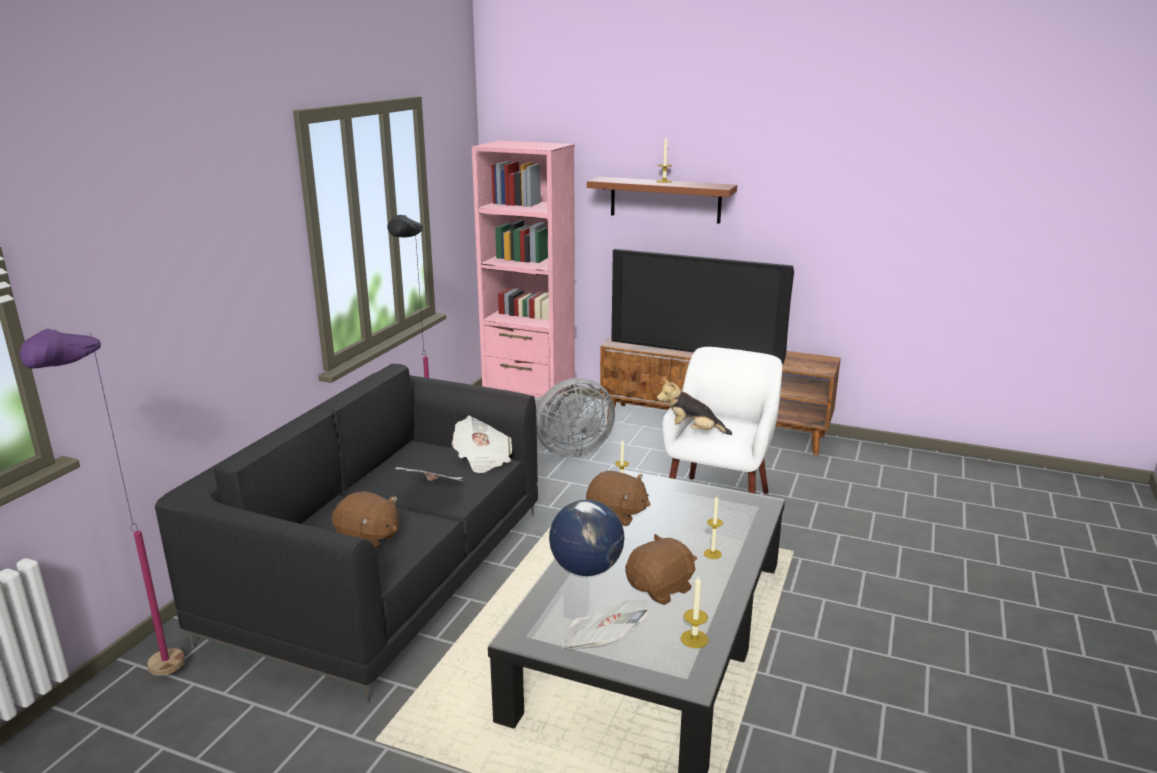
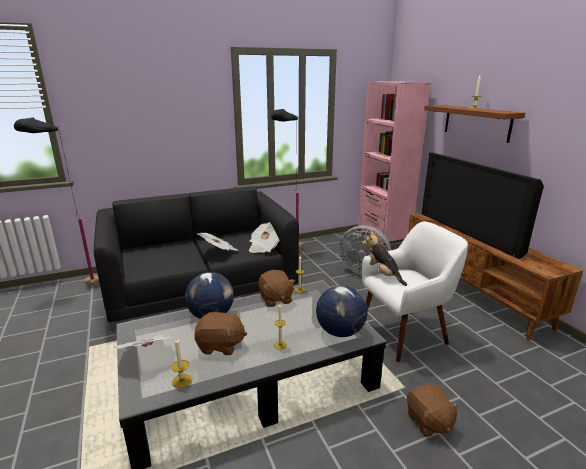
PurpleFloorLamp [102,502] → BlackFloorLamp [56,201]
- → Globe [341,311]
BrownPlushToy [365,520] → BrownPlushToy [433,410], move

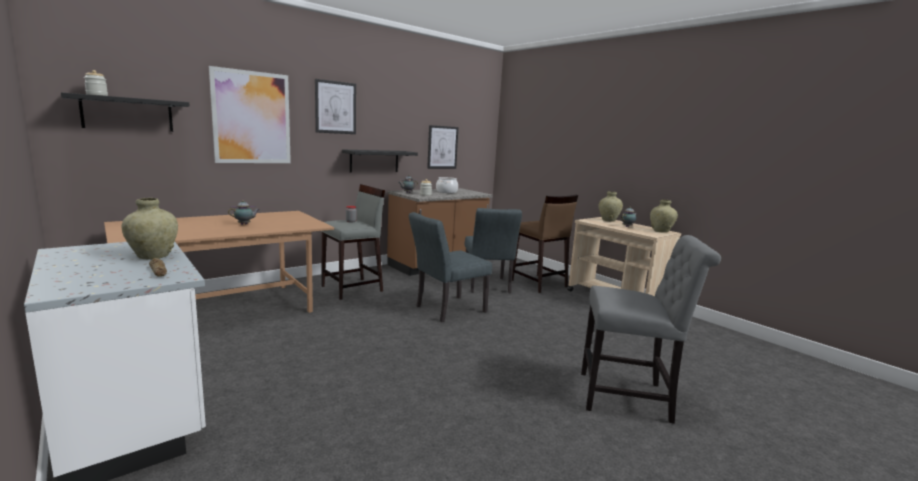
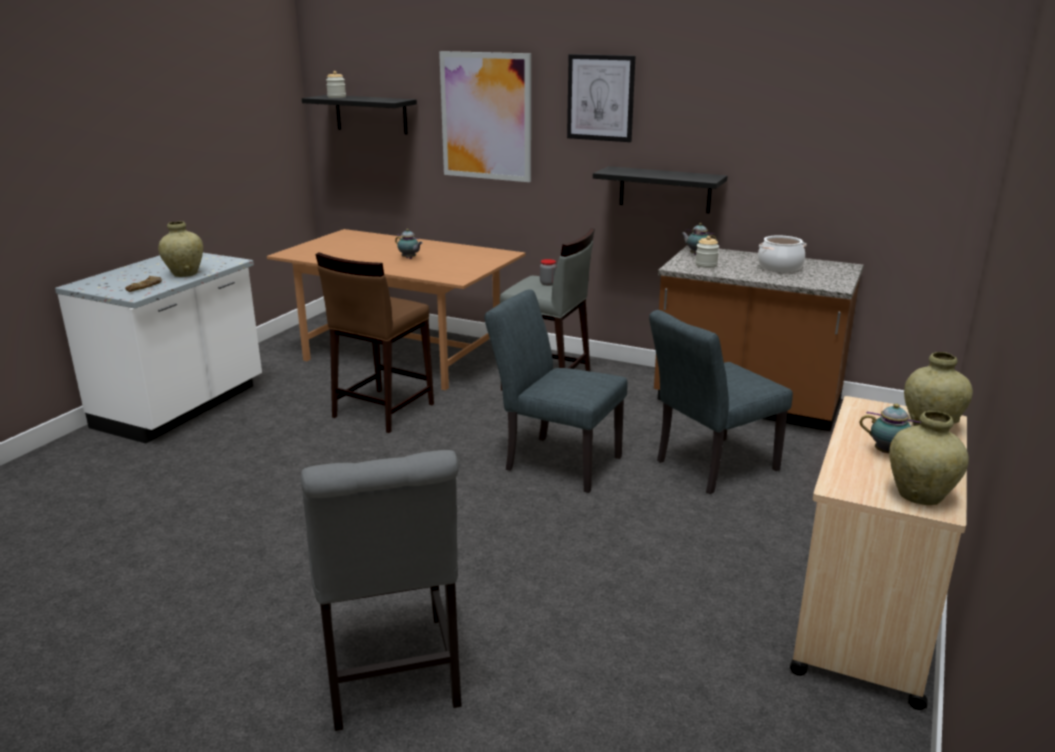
BrownStool [545,244] → BrownStool [374,342], move
Picture [442,147] → -

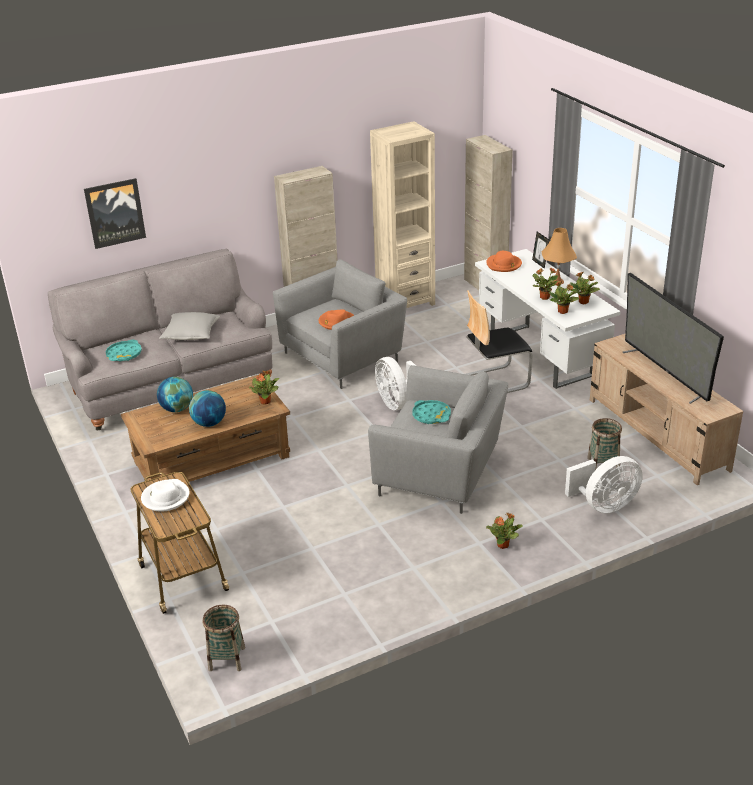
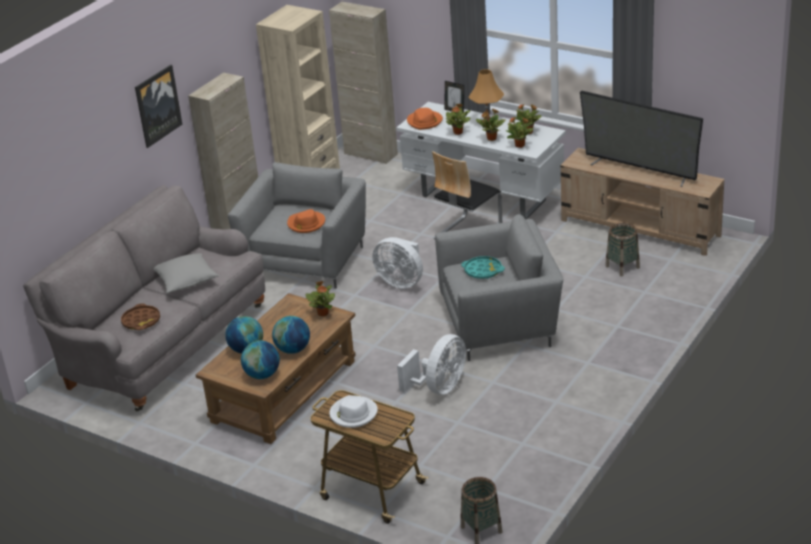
TurquoiseTray [123,351] → BrownTray [140,316]
Picture [115,213] → Picture [158,106], move
- → Globe [260,359]
WhiteFan [604,484] → WhiteFan [431,364], move
PottedPlant [504,530] → PottedPlant [458,119], move

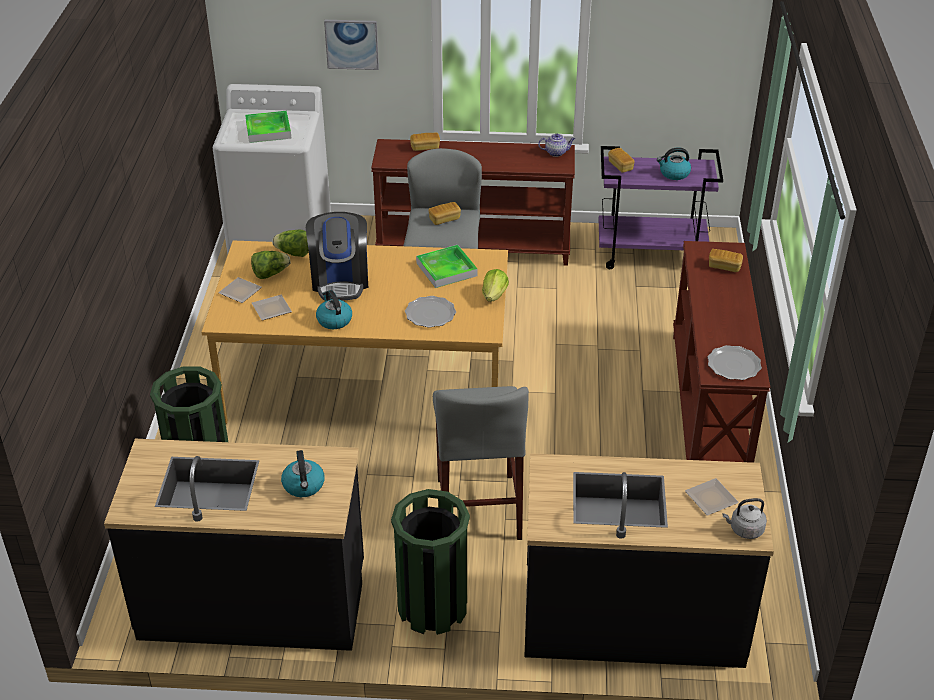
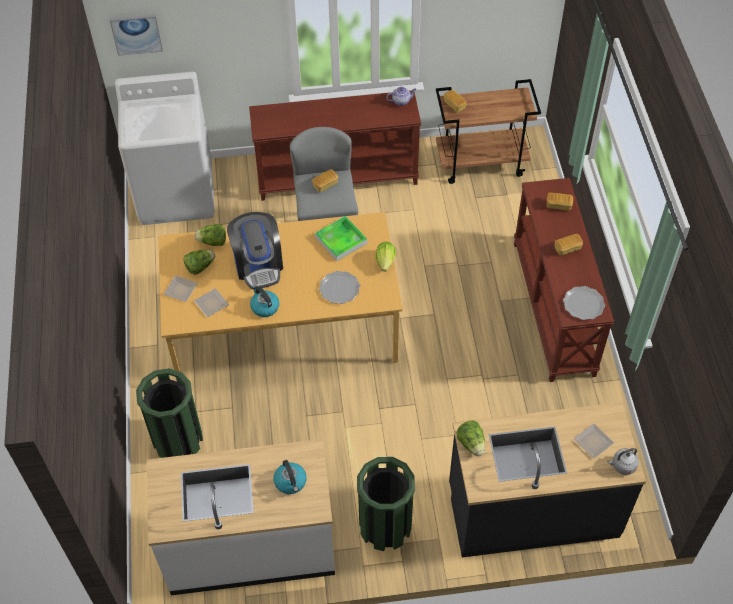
Picture [351,45] → Picture [136,35], move
BlackCounter [234,545] → WhiteCounter [241,517]
PurpleCart [661,207] → BrownCart [488,131]
- → Lettuce [471,438]
Bread [425,141] → Bread [569,244], move
Tray [268,127] → -
GreyStool [481,463] → -
Kettle [674,163] → -

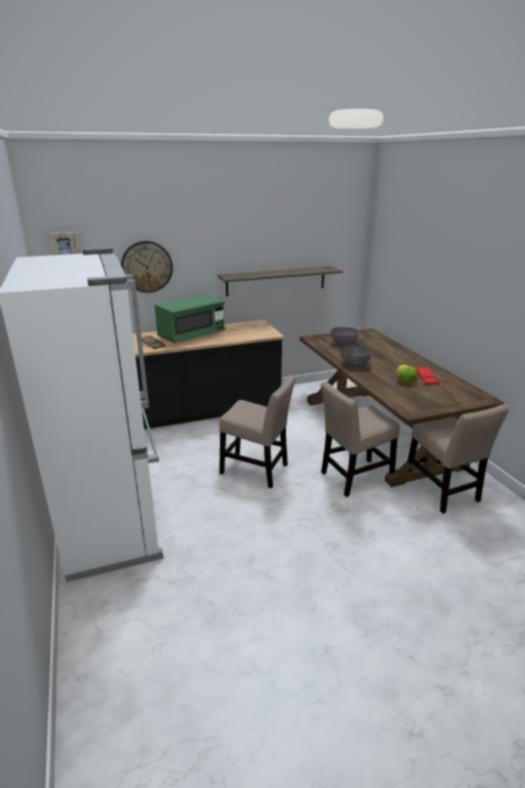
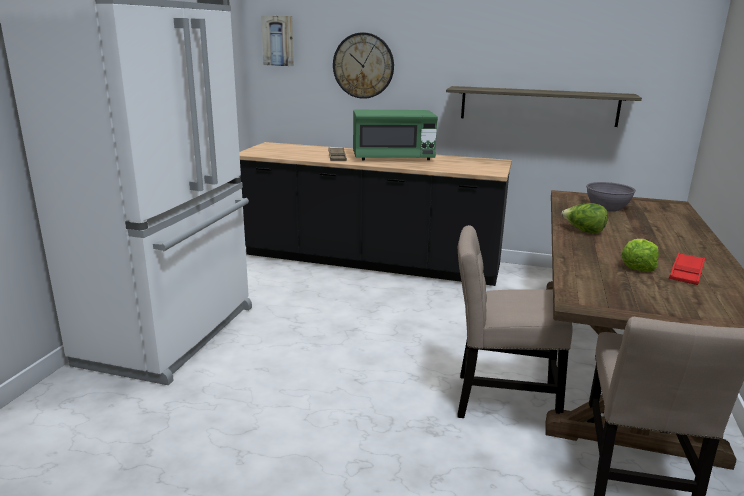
GreyBowl [356,357] → Lettuce [584,218]
BeigeChair [257,431] → -

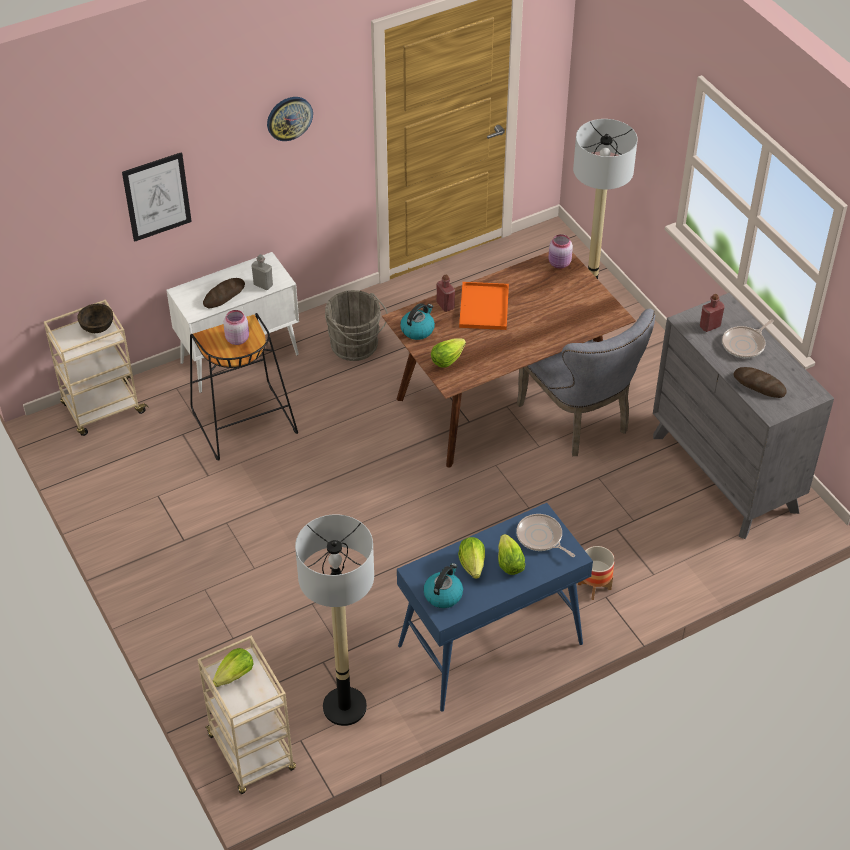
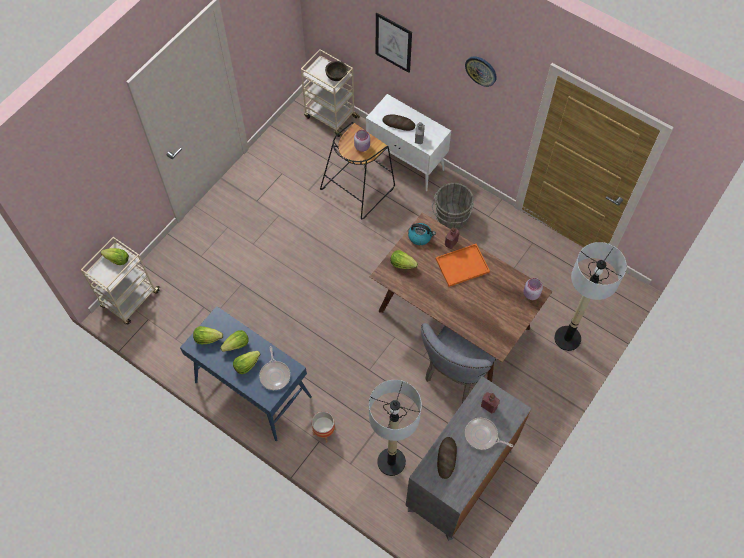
Kettle [443,585] → Lettuce [208,335]
FryingPan [545,535] → FryingPan [274,368], 150 degrees clockwise
FloorLamp [334,620] → FloorLamp [395,428], move

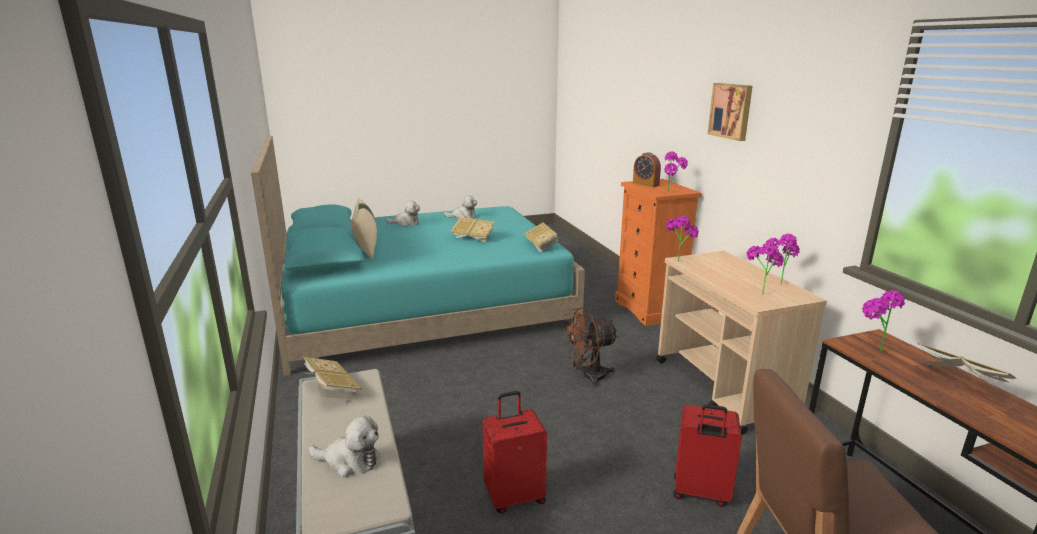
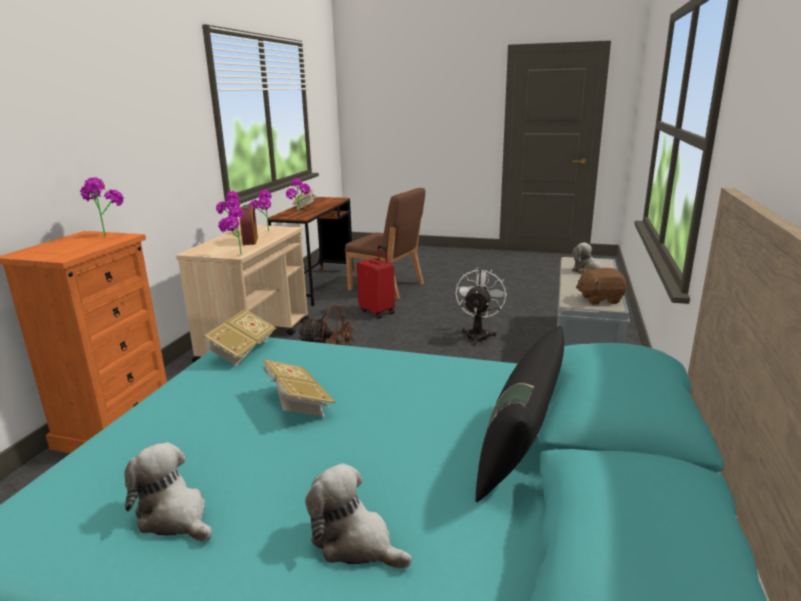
AlarmClock [647,169] → AlarmClock [249,225], move
RedSuitcase [514,452] → WhiteFan [481,307]
BeigePillow [363,228] → BlackPillow [520,414]
Book [332,378] → BrownPlushToy [601,286]
Picture [730,112] → -

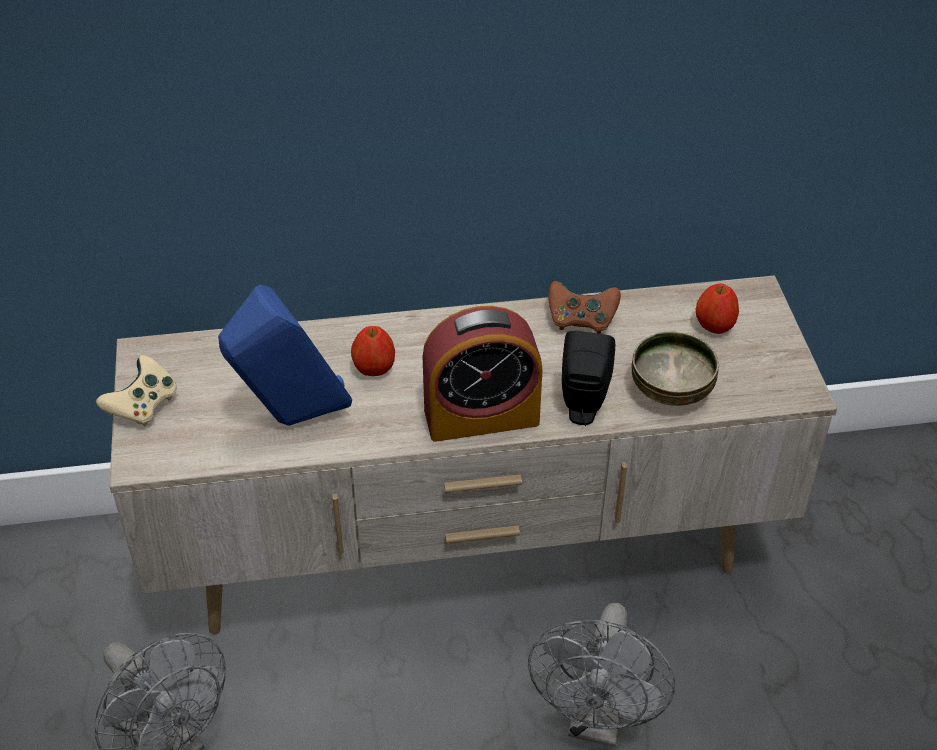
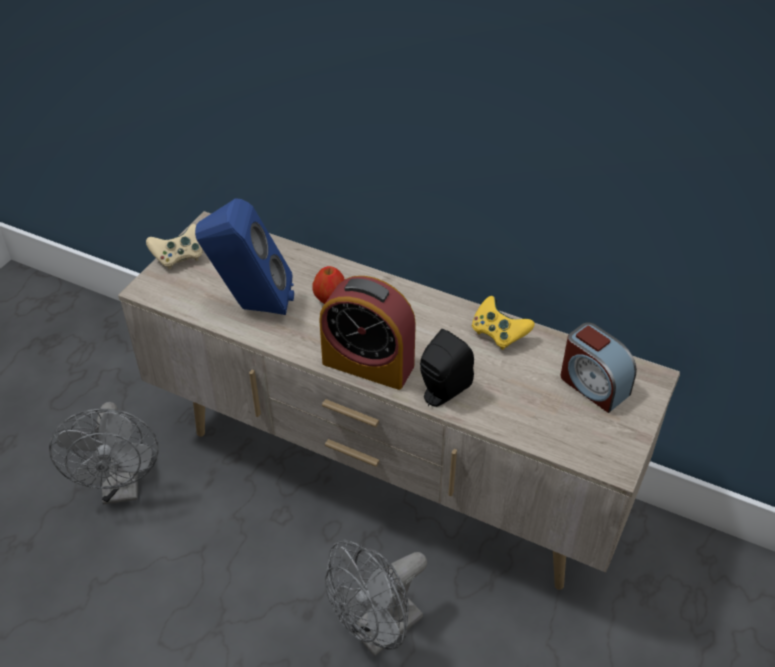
BrownGameController [584,307] → YellowGameController [503,323]
Apple [717,308] → AlarmClock [599,367]
Bowl [675,368] → -

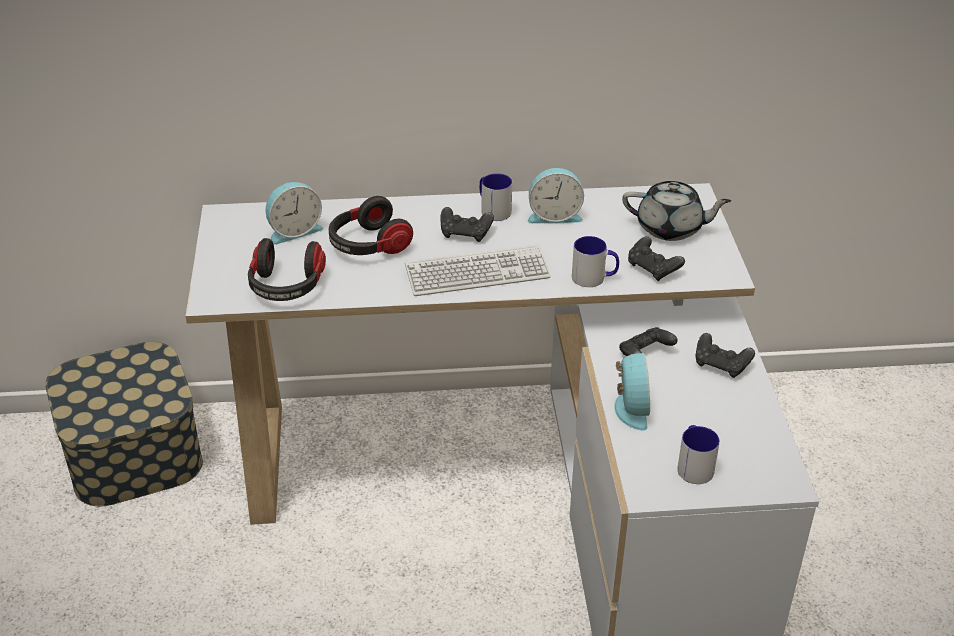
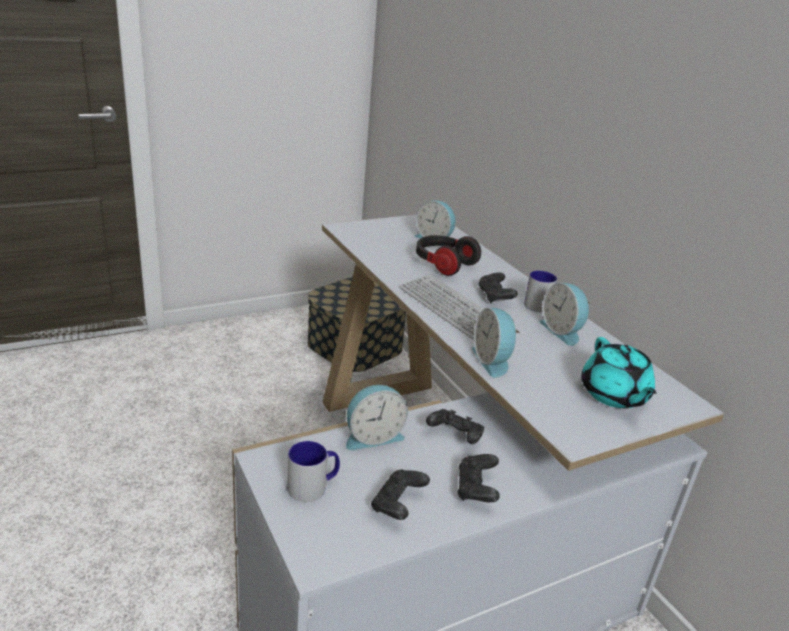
BlackGameController [656,258] → BlackGameController [400,494], move
Mug [595,261] → AlarmClock [496,343]
GreyTeapot [676,211] → TurquoiseTeapot [618,372]
Headphones [287,269] → -

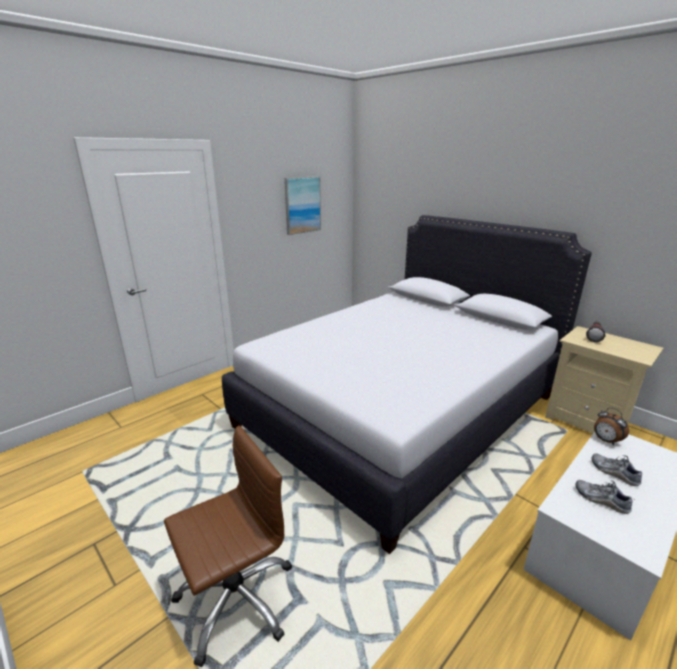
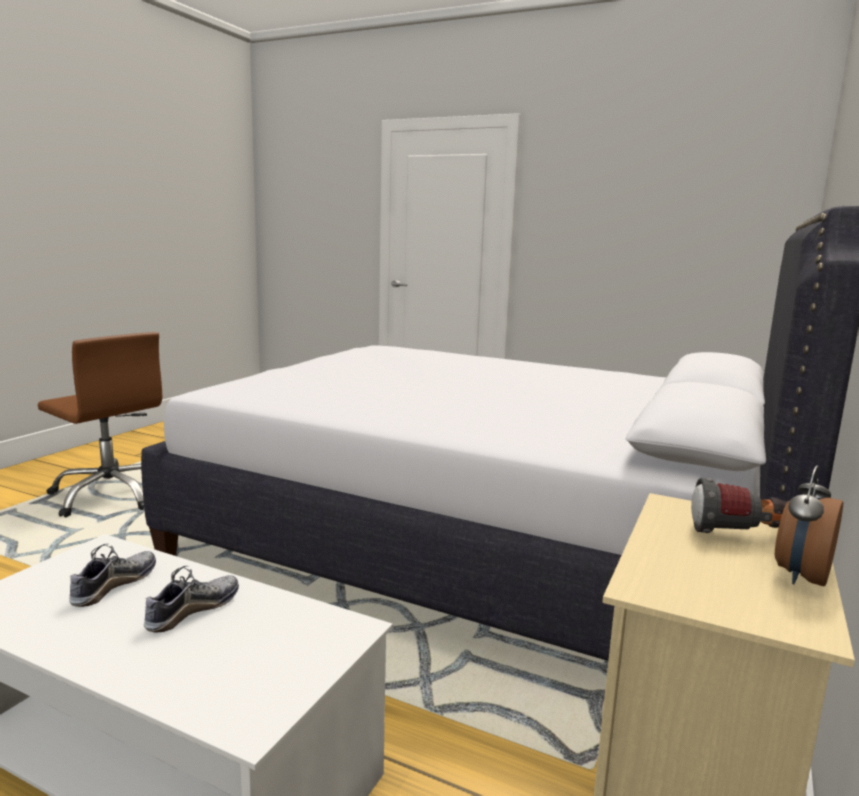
AlarmClock [611,426] → AlarmClock [809,525], move
Picture [302,205] → -

